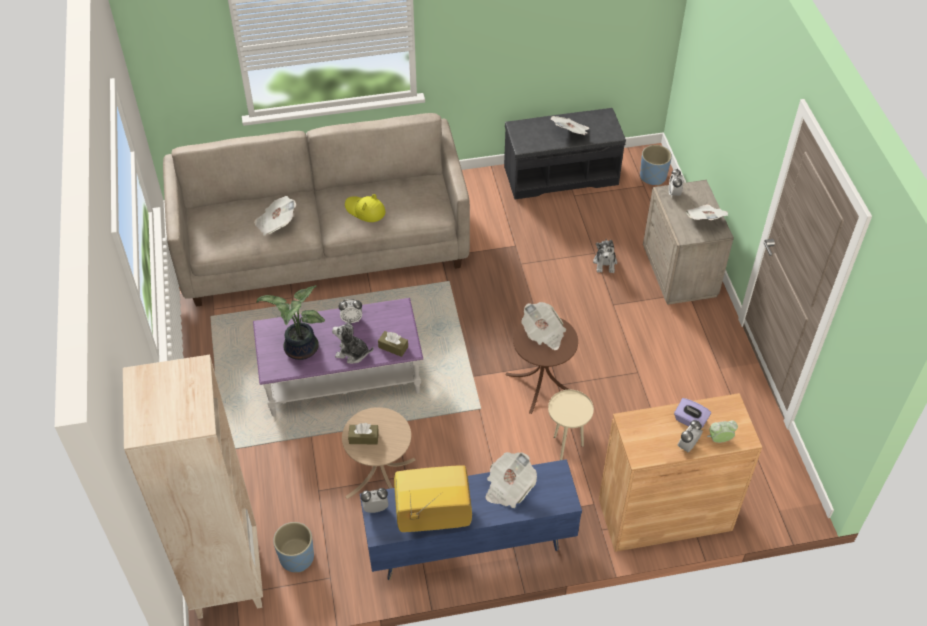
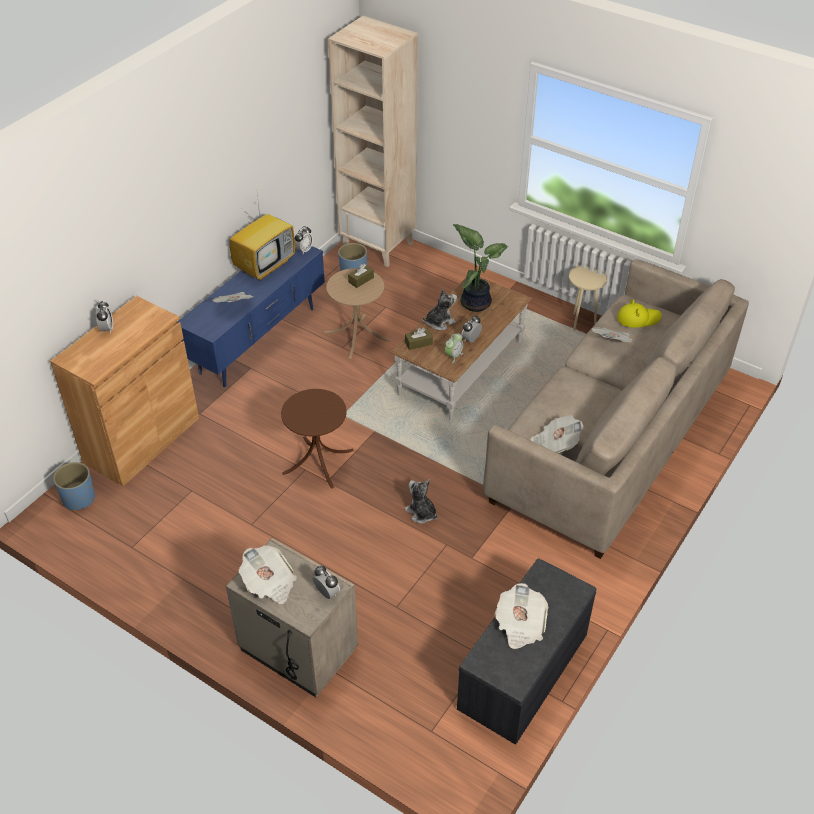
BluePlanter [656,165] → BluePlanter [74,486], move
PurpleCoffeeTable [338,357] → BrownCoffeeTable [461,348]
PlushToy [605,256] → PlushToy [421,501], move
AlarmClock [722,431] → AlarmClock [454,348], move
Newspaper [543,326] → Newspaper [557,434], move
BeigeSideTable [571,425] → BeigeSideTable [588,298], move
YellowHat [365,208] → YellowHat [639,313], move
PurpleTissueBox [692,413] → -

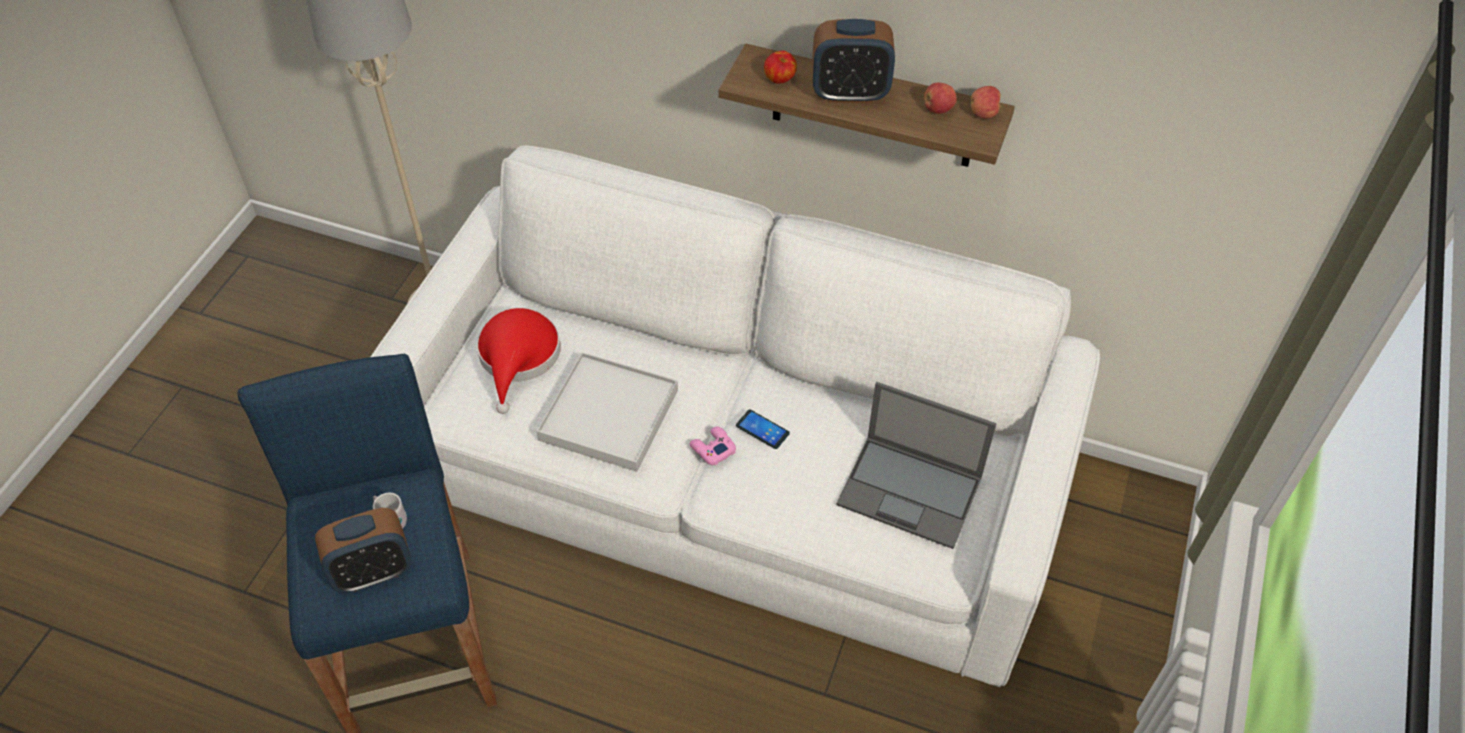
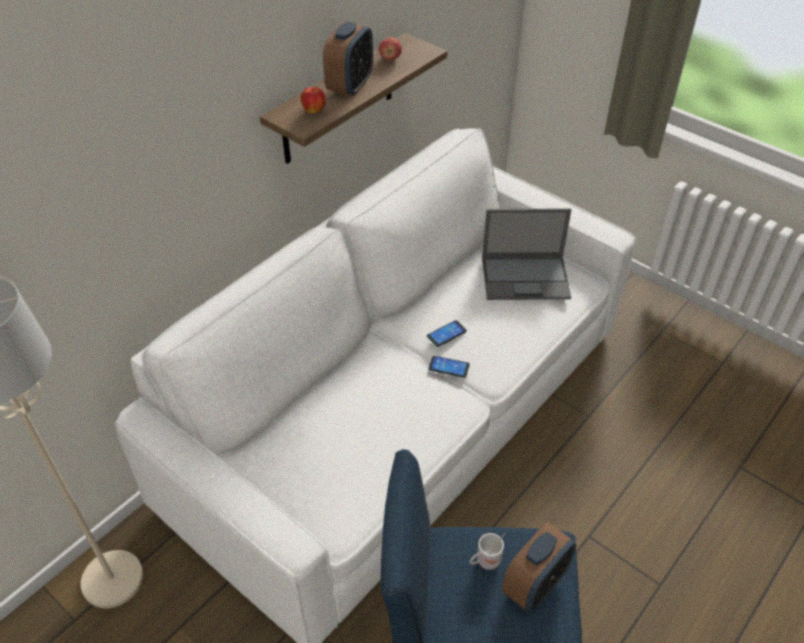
PinkGameController [713,446] → Phone [449,367]
Laptop [916,465] → Laptop [526,254], 45 degrees clockwise
AlarmClock [363,550] → AlarmClock [539,567], 45 degrees clockwise
RedHat [519,361] → -
WhiteTray [607,412] → -
Apple [986,102] → -

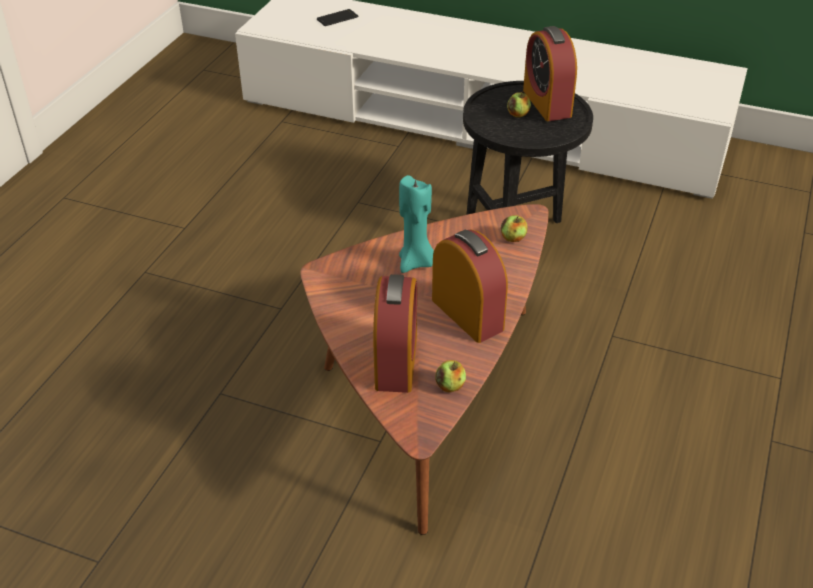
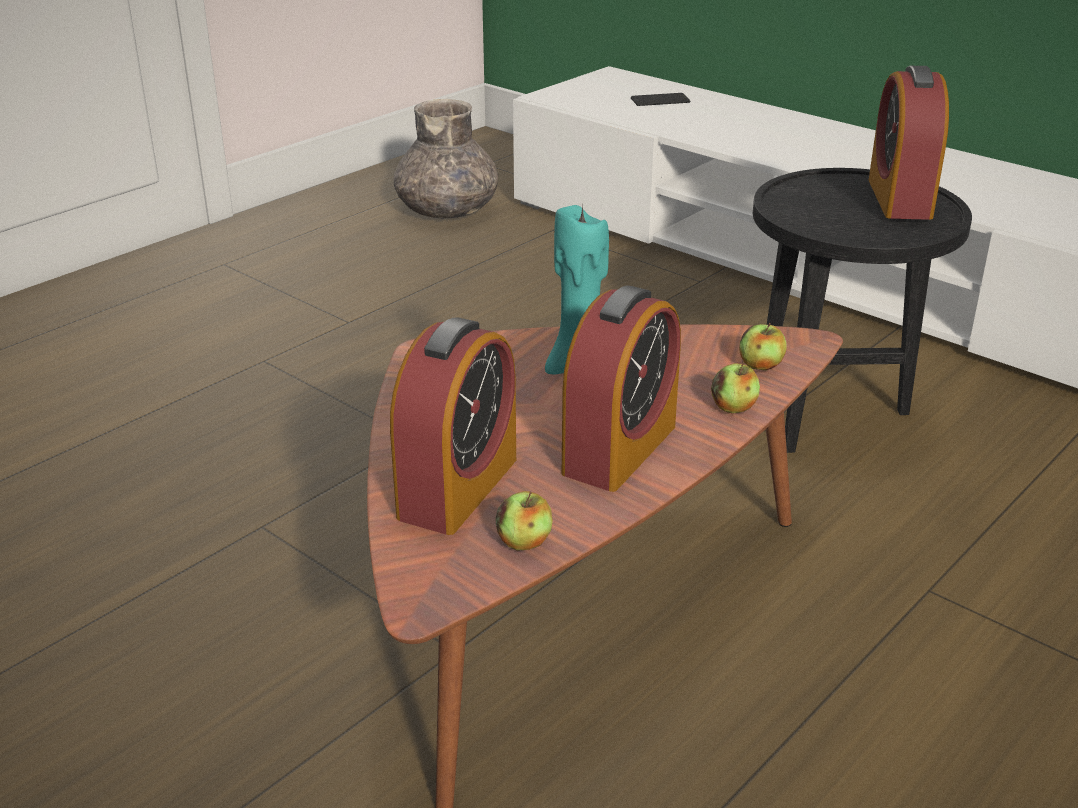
- → GreyVase [446,158]
AlarmClock [470,286] → AlarmClock [621,389], 45 degrees clockwise
Apple [519,104] → Apple [735,387], move

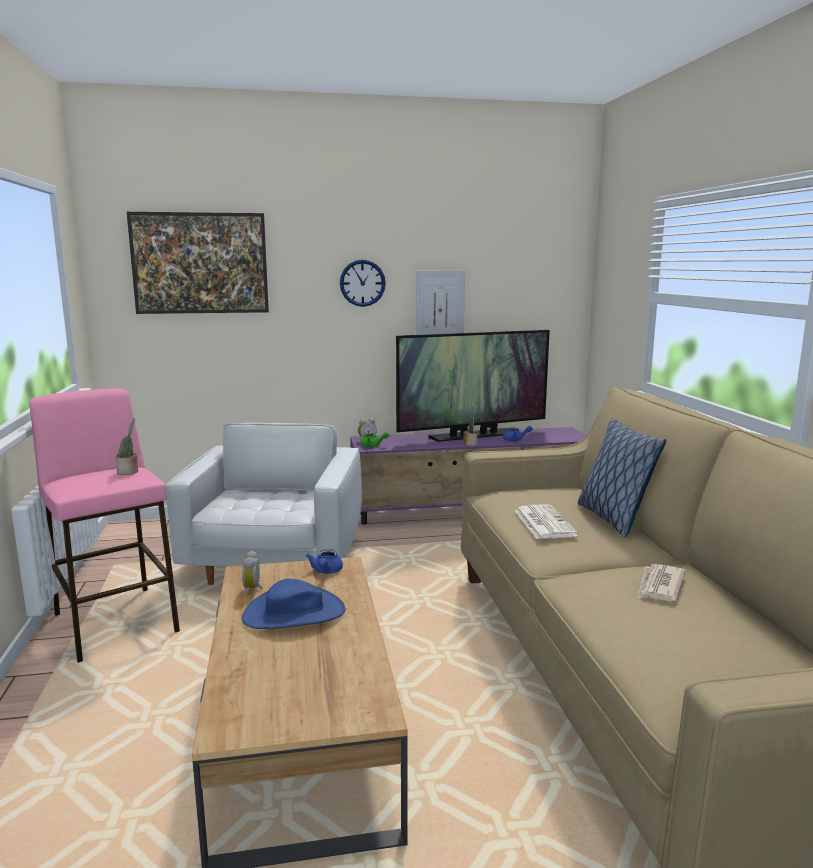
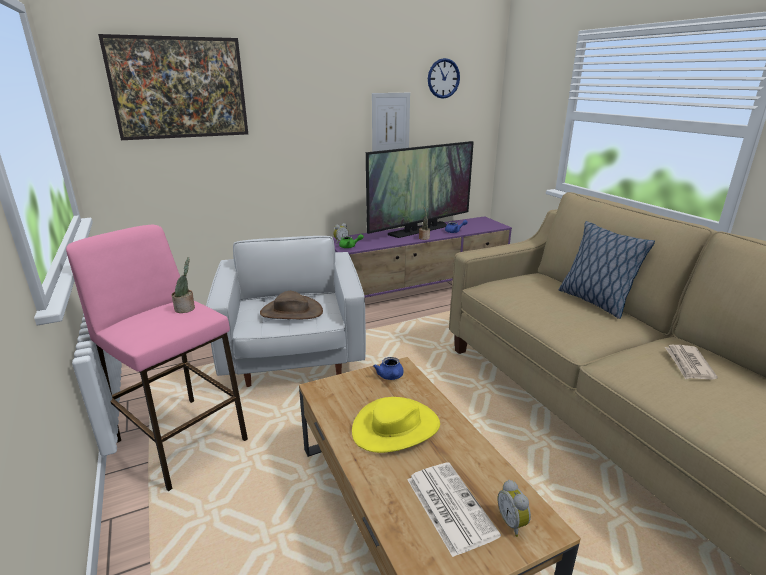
- → BrownHat [291,305]
BlueHat [294,604] → YellowHat [396,425]
Newspaper [546,522] → Newspaper [454,509], move
WallClock [363,283] → WallClock [444,78], move
AlarmClock [252,573] → AlarmClock [514,508], move

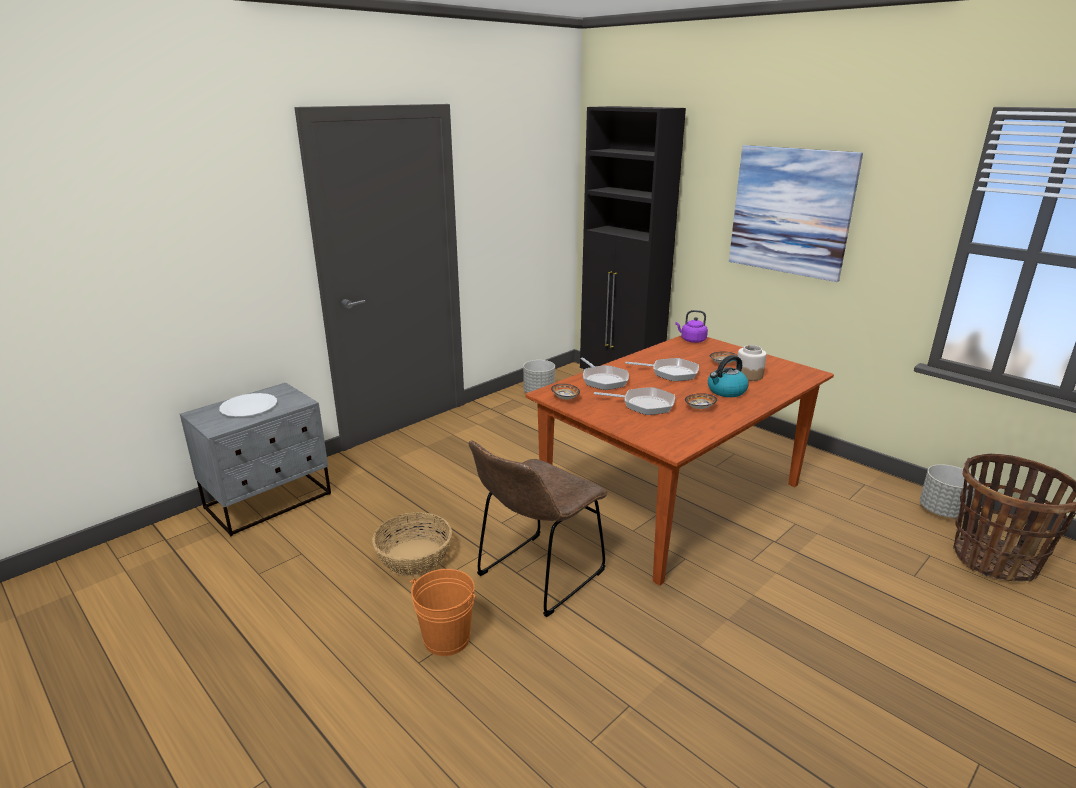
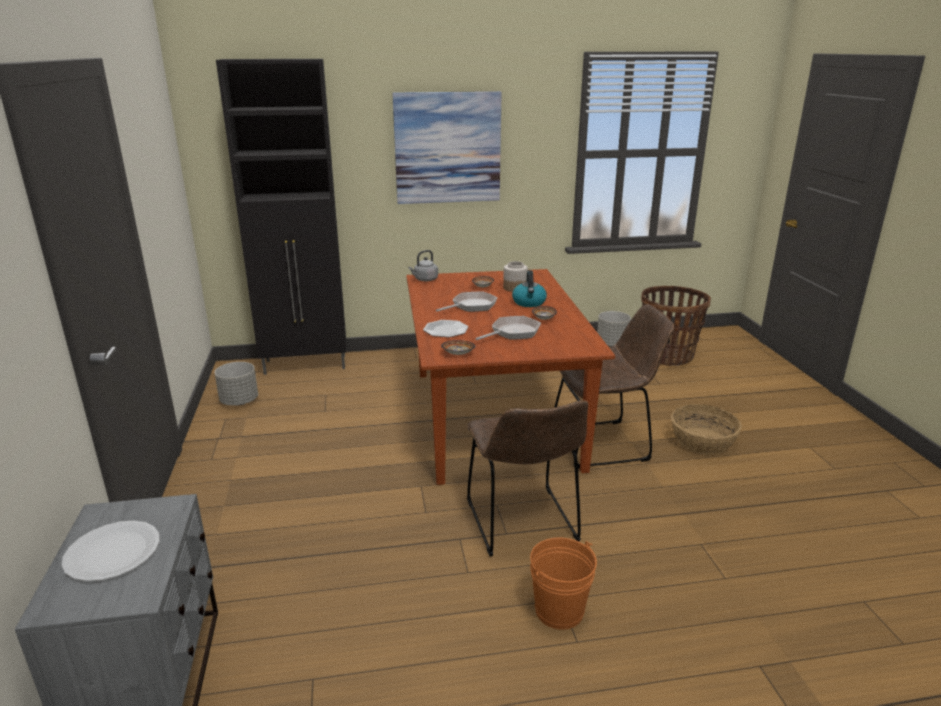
PurpleKettle [691,326] → GreyKettle [423,265]
FryingPan [605,373] → Plate [445,328]
- → BrownChair [614,386]
Basket [412,544] → Basket [706,429], move

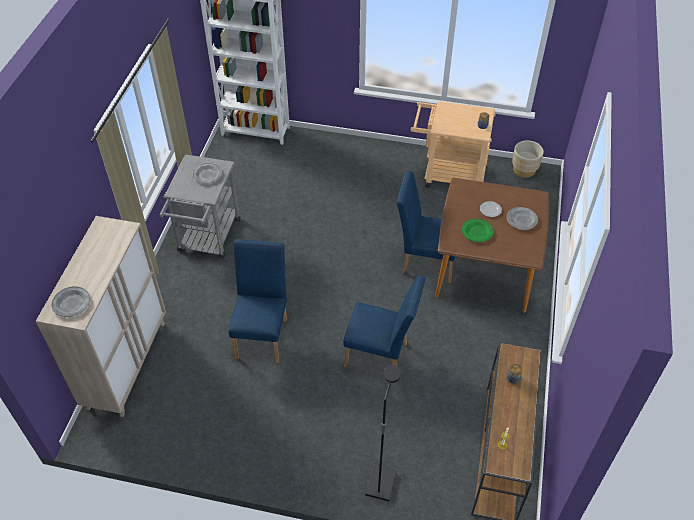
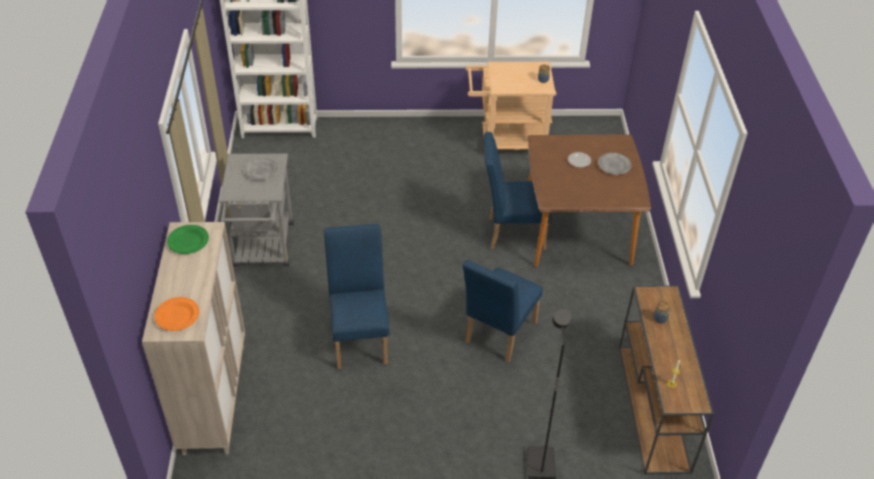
GreyPlate [70,301] → OrangePlate [176,314]
GreenPlate [477,230] → GreenPlate [188,239], move
BlueChair [384,321] → BlueChair [503,311], 120 degrees clockwise
BeigePlanter [528,158] → -

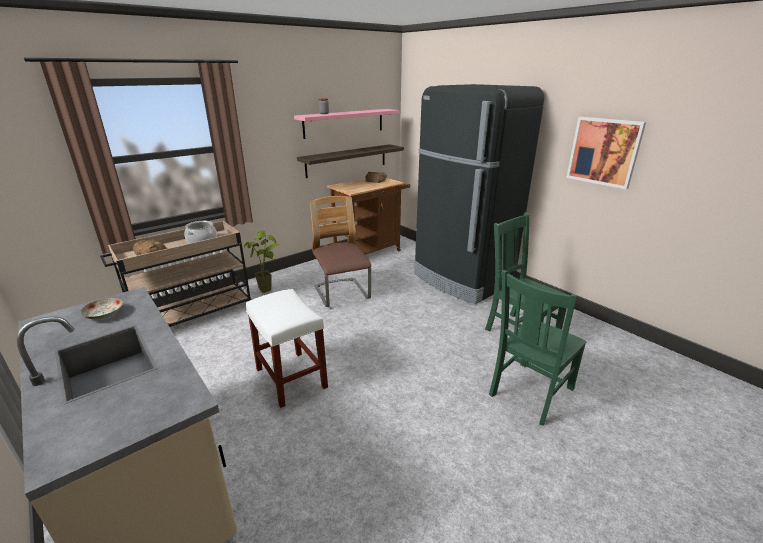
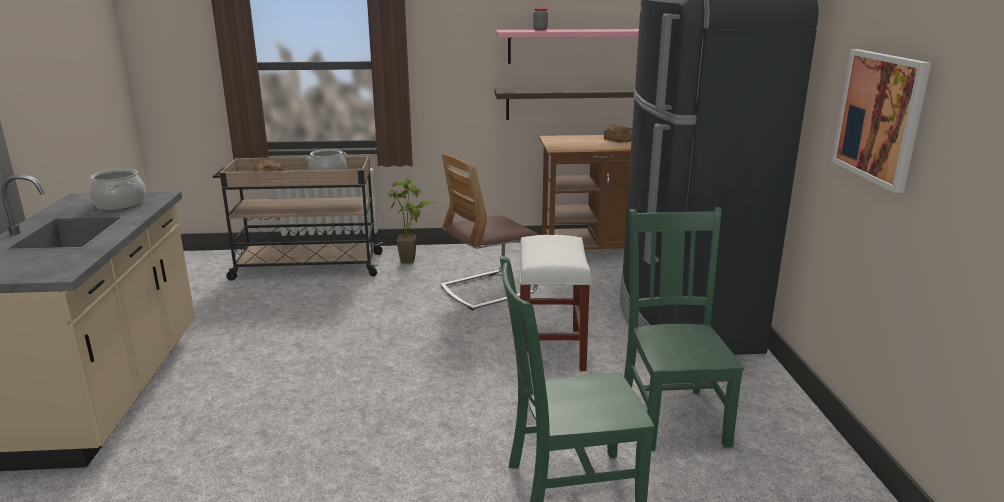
Plate [101,308] → CookingPot [117,189]
Chair [340,251] → Chair [489,232], 135 degrees counterclockwise
WhiteStool [287,348] → WhiteStool [555,303], move

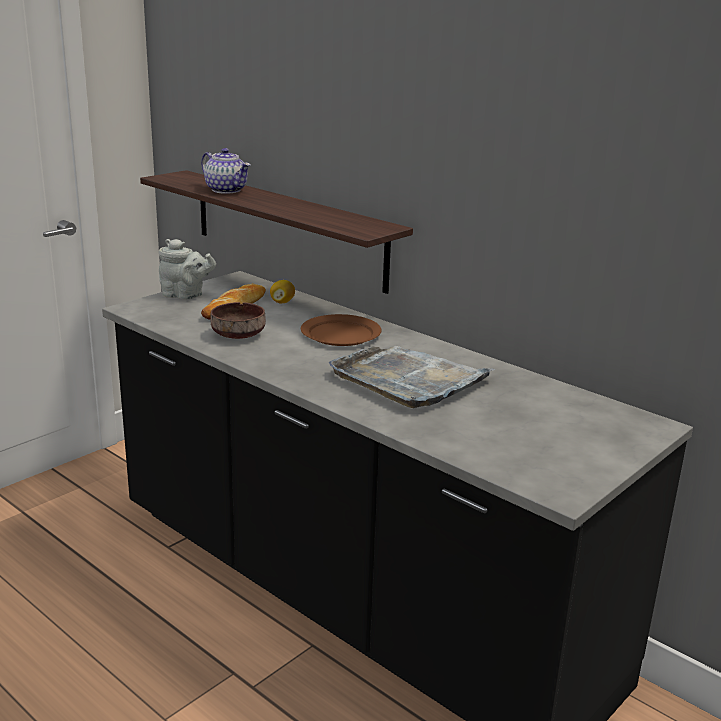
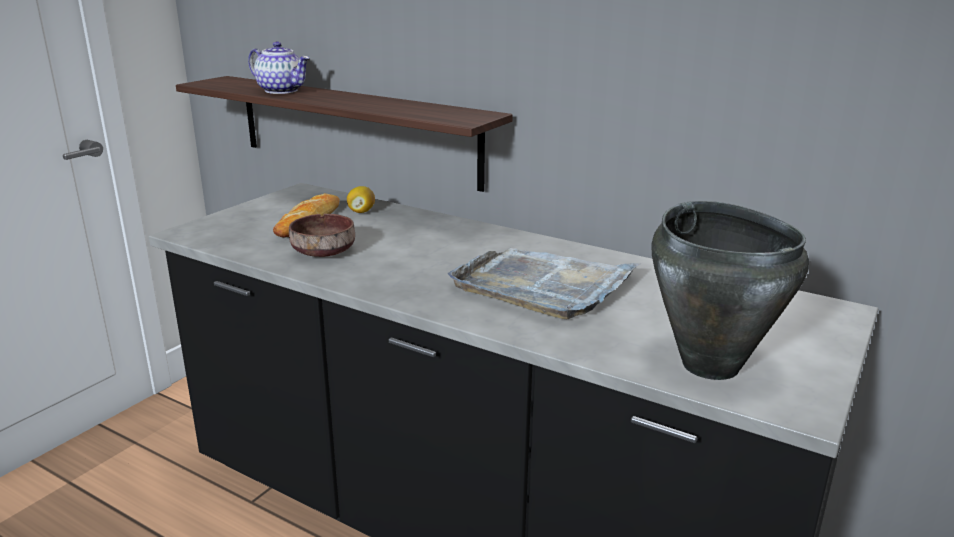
- → BlackCookingPot [730,290]
GreyTeapot [187,269] → -
BrownPlate [341,330] → -

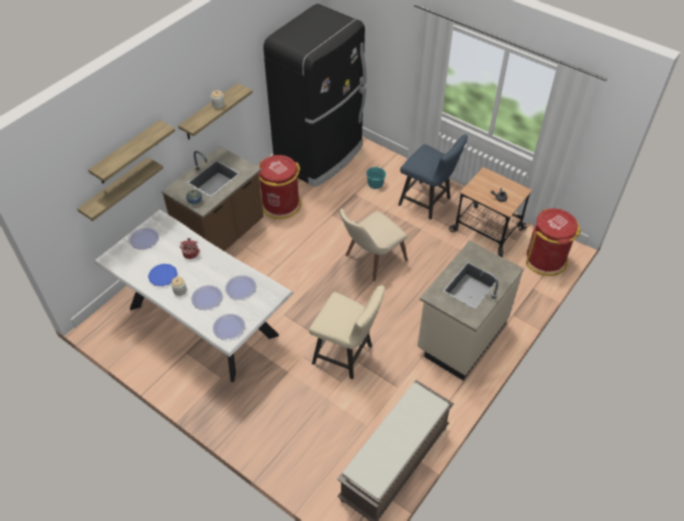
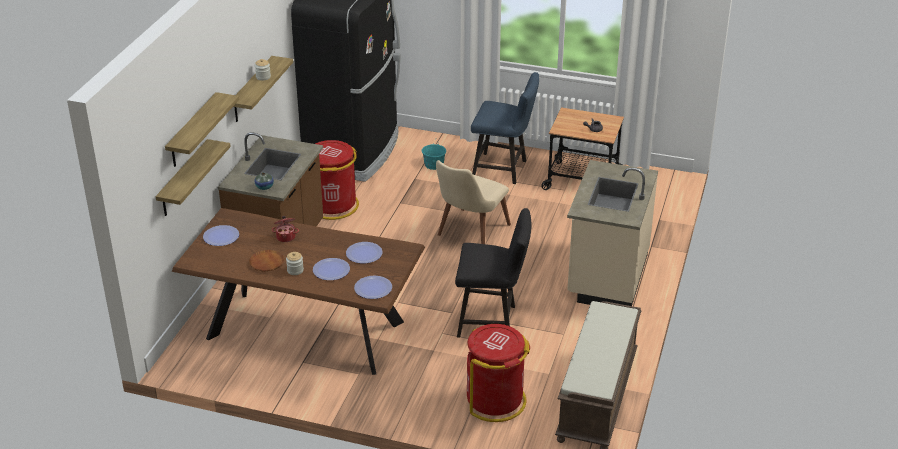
WhiteDiningTable [194,296] → BrownDiningTable [298,291]
BluePlate [163,275] → BrownPlate [266,261]
BeigeChair [347,332] → BlackChair [493,273]
RedTrashCan [553,242] → RedTrashCan [498,373], move

